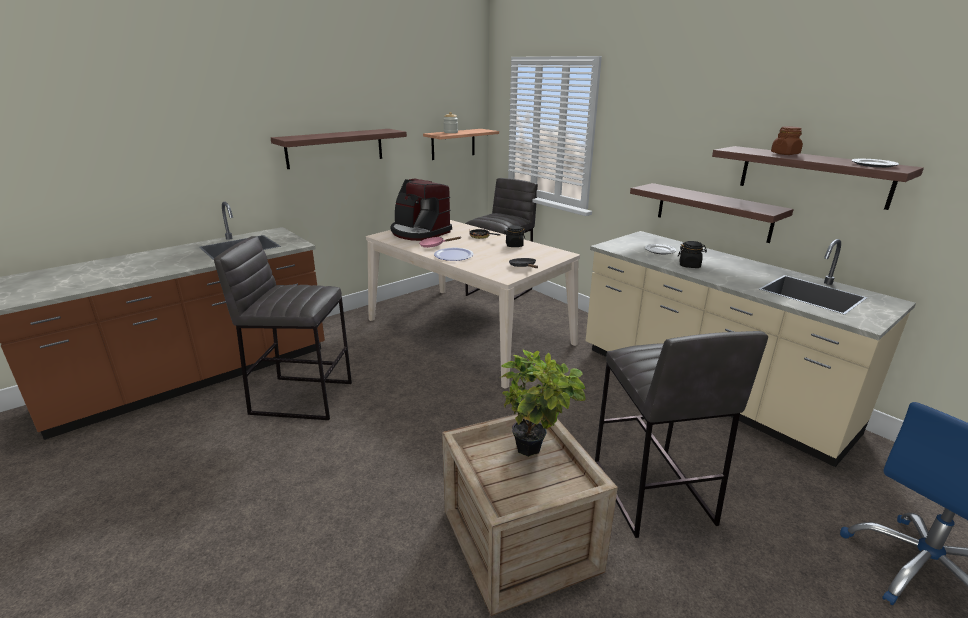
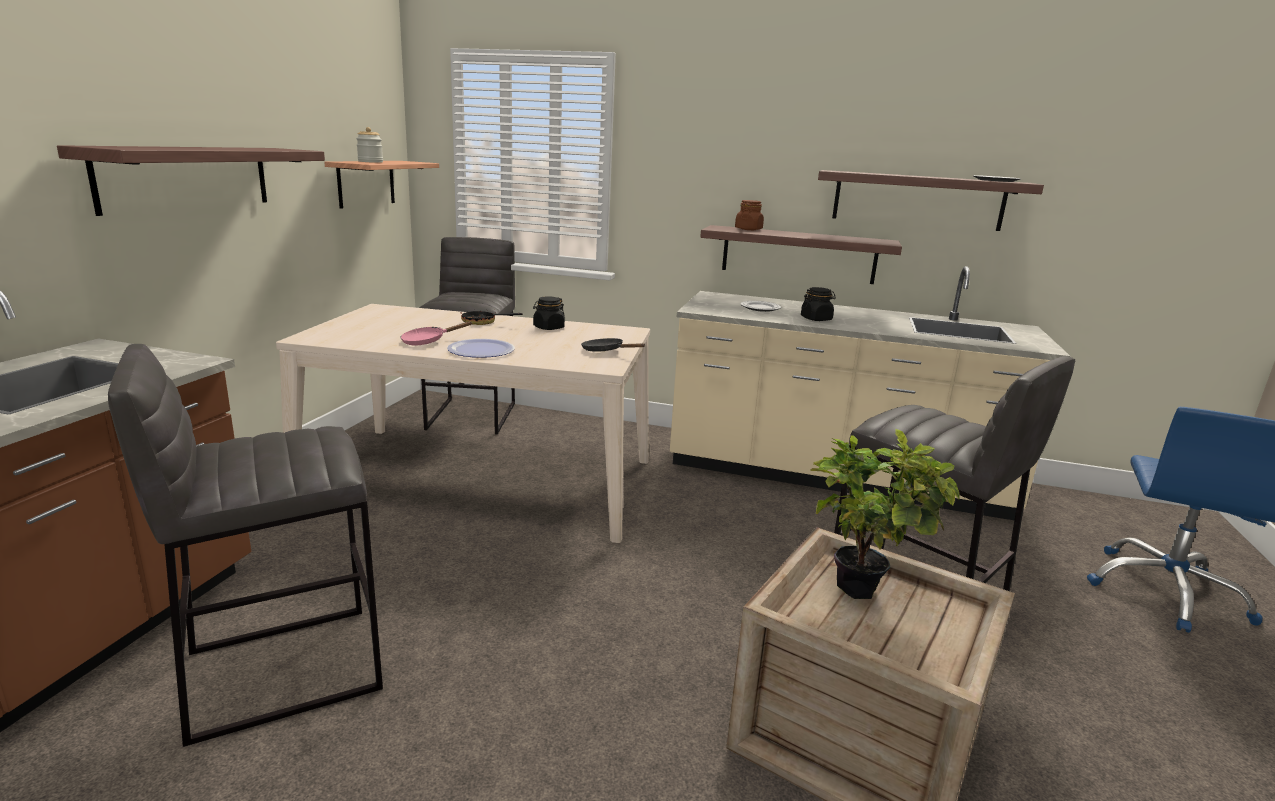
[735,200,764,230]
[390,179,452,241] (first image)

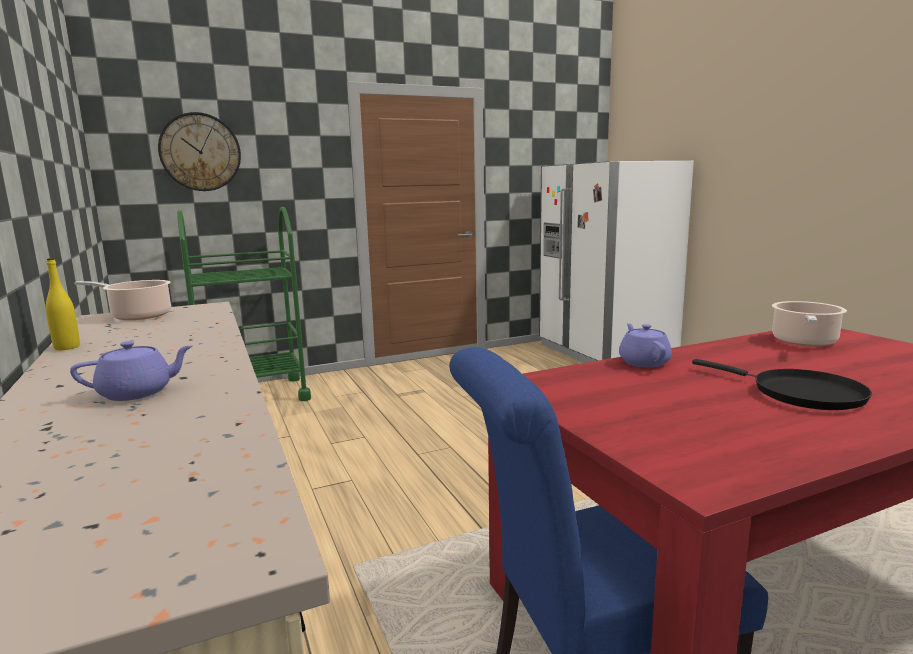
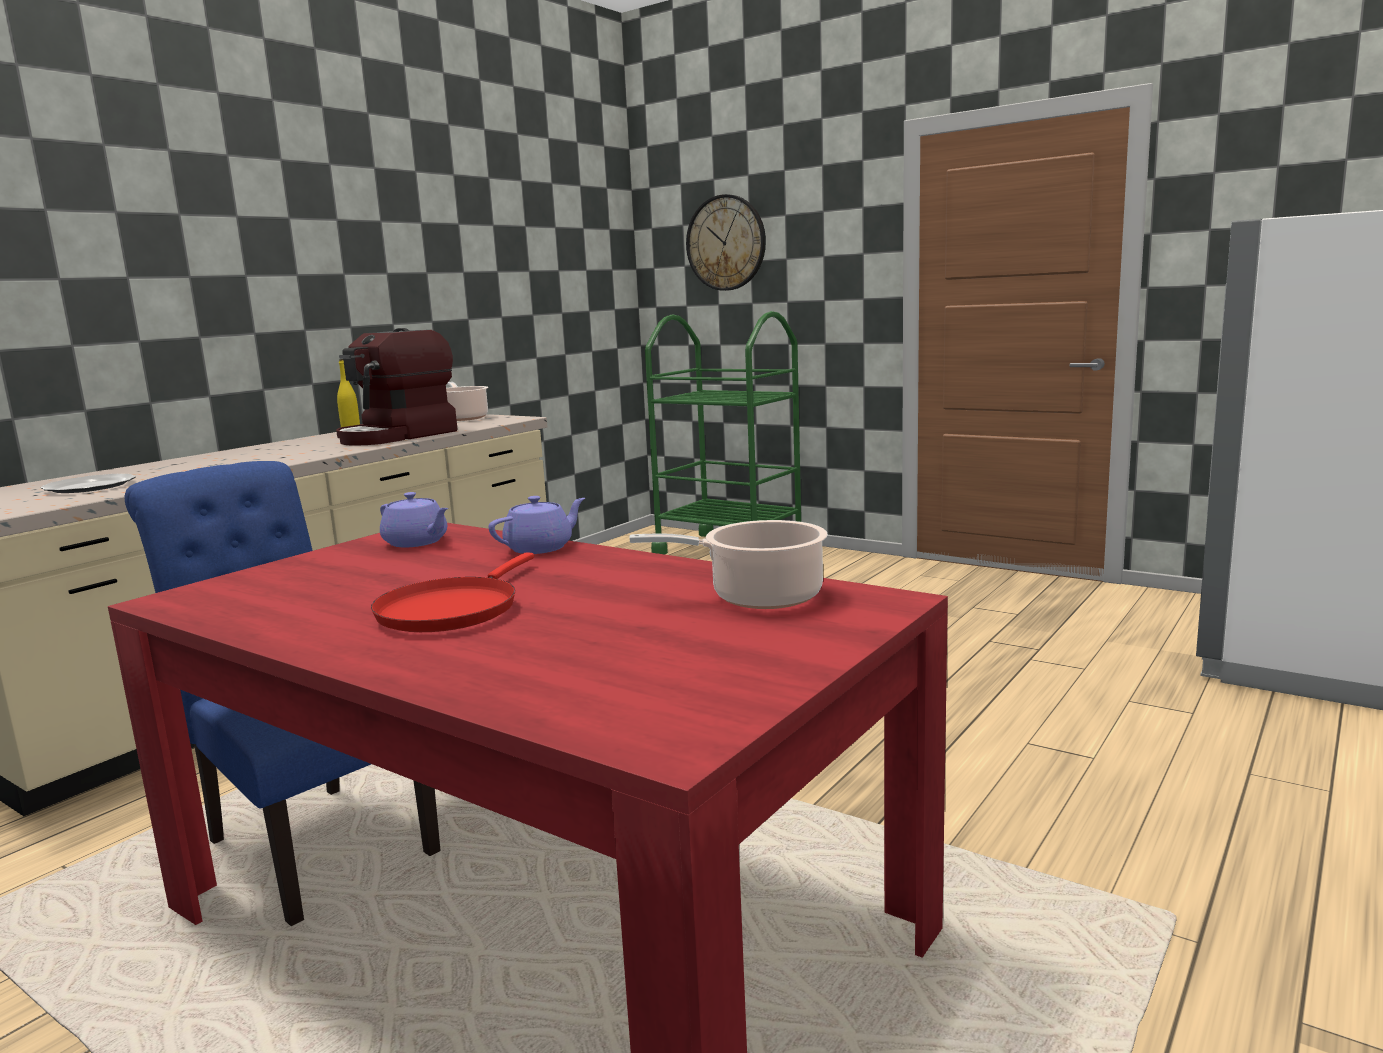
[40,474,136,493]
[336,328,458,446]
[371,552,534,632]
[380,492,448,547]

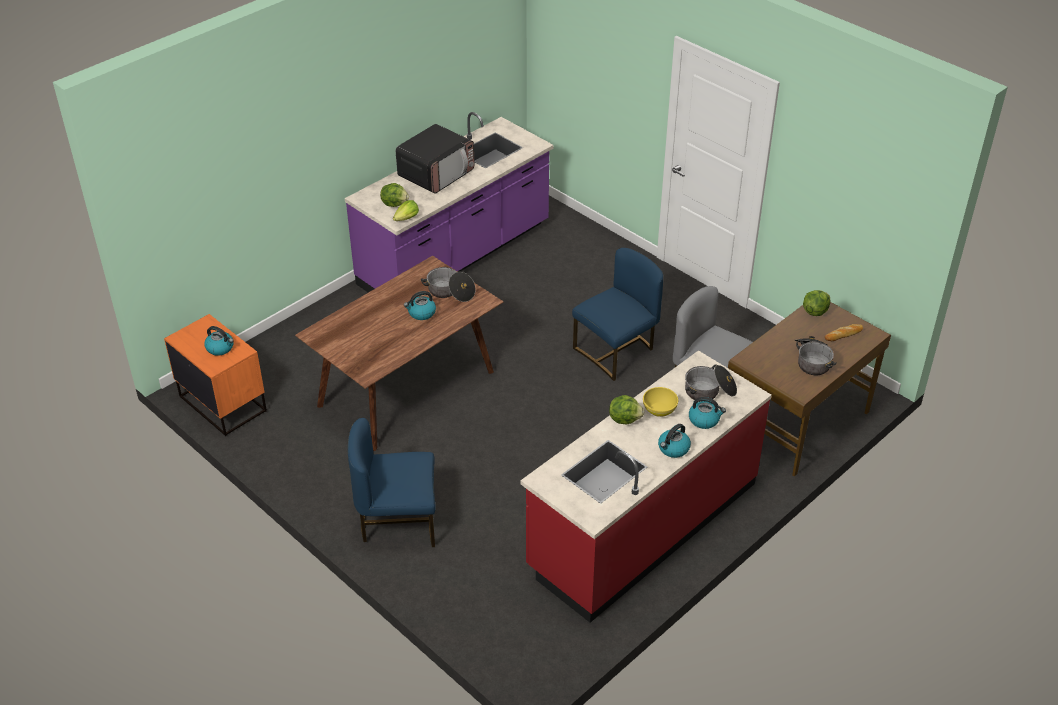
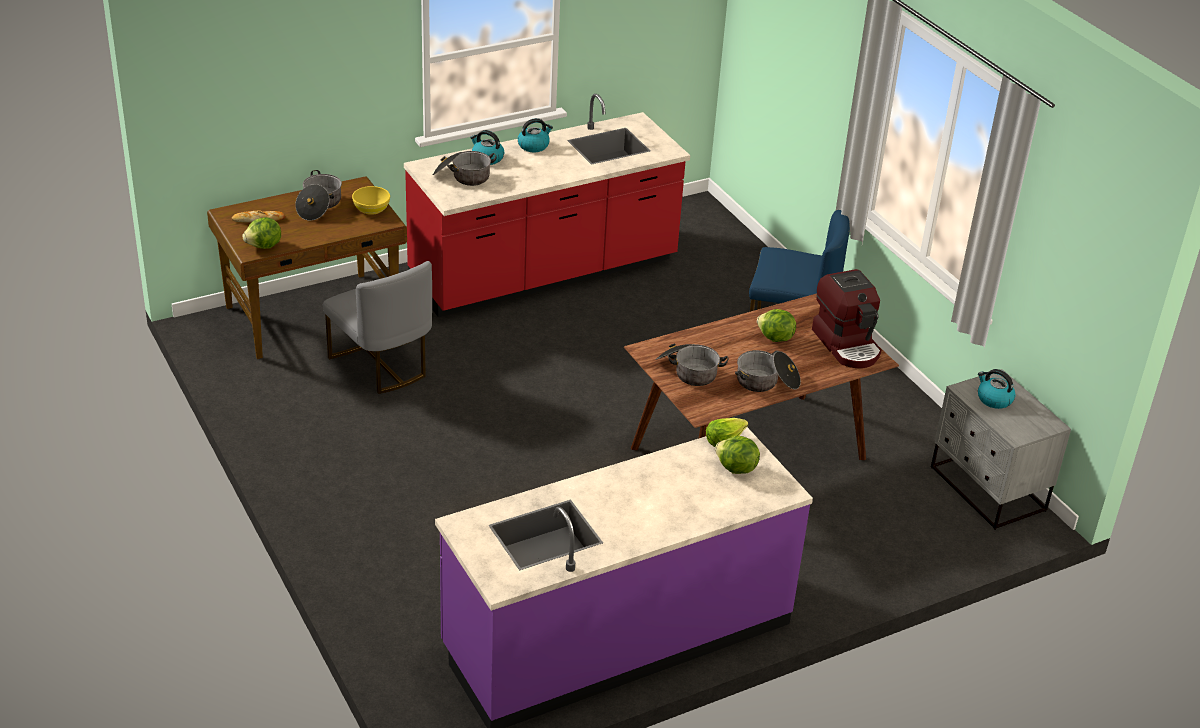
[352,186,390,215]
[735,350,801,392]
[757,309,796,342]
[812,269,881,368]
[931,369,1071,530]
[396,124,475,194] (first image)
[404,291,436,320] (first image)
[572,248,663,381] (first image)

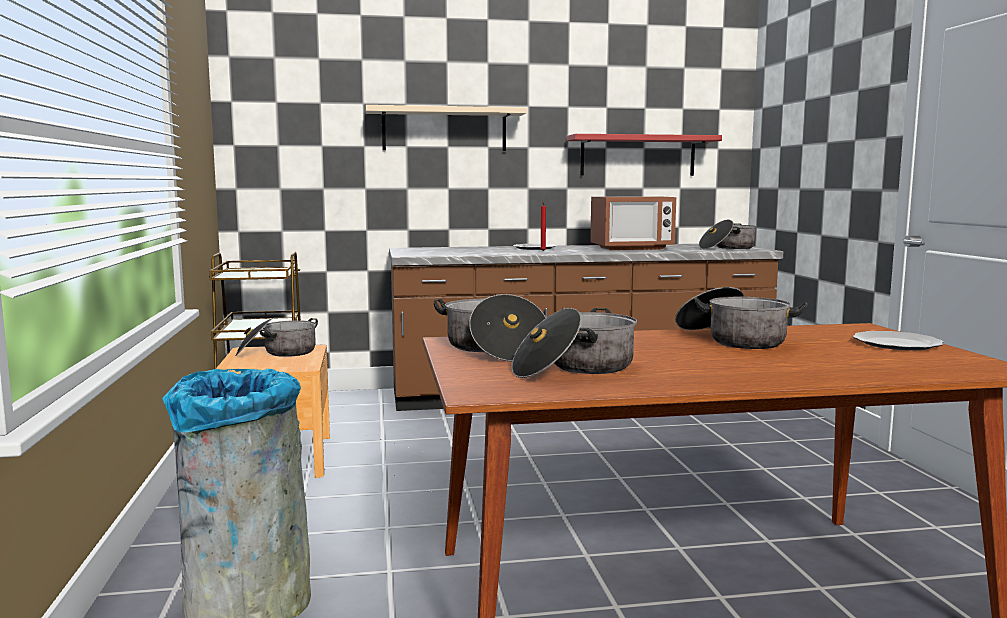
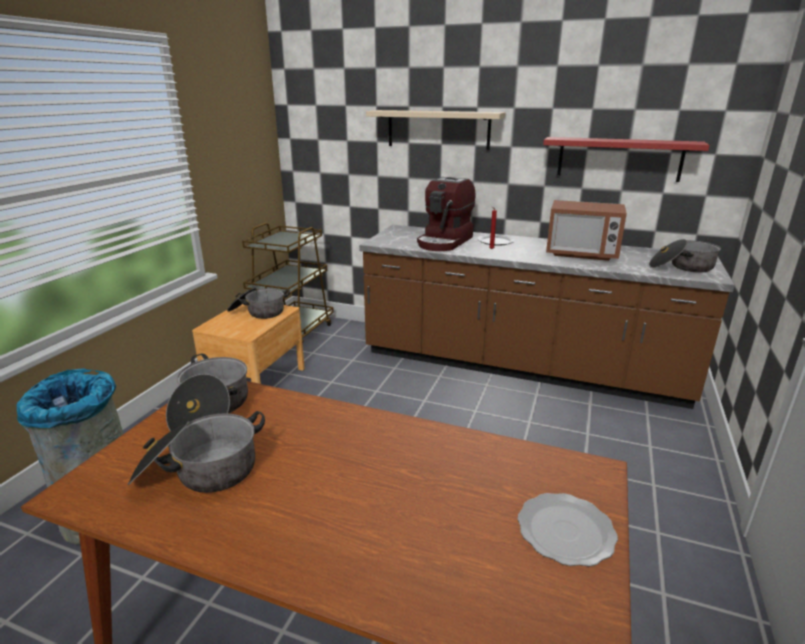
[417,177,476,251]
[675,287,807,349] (first image)

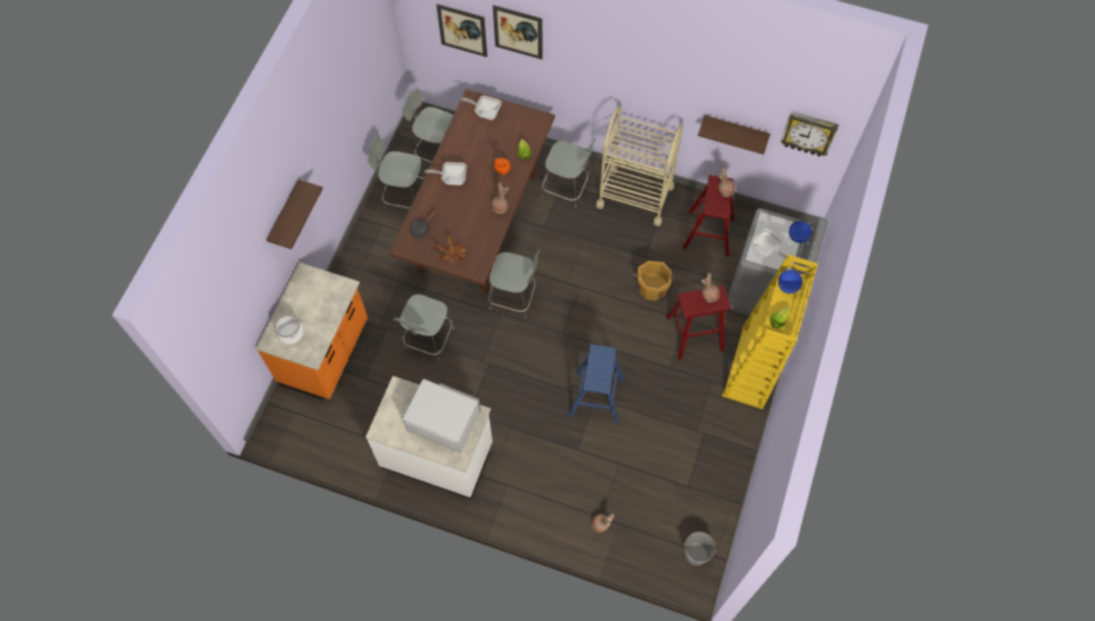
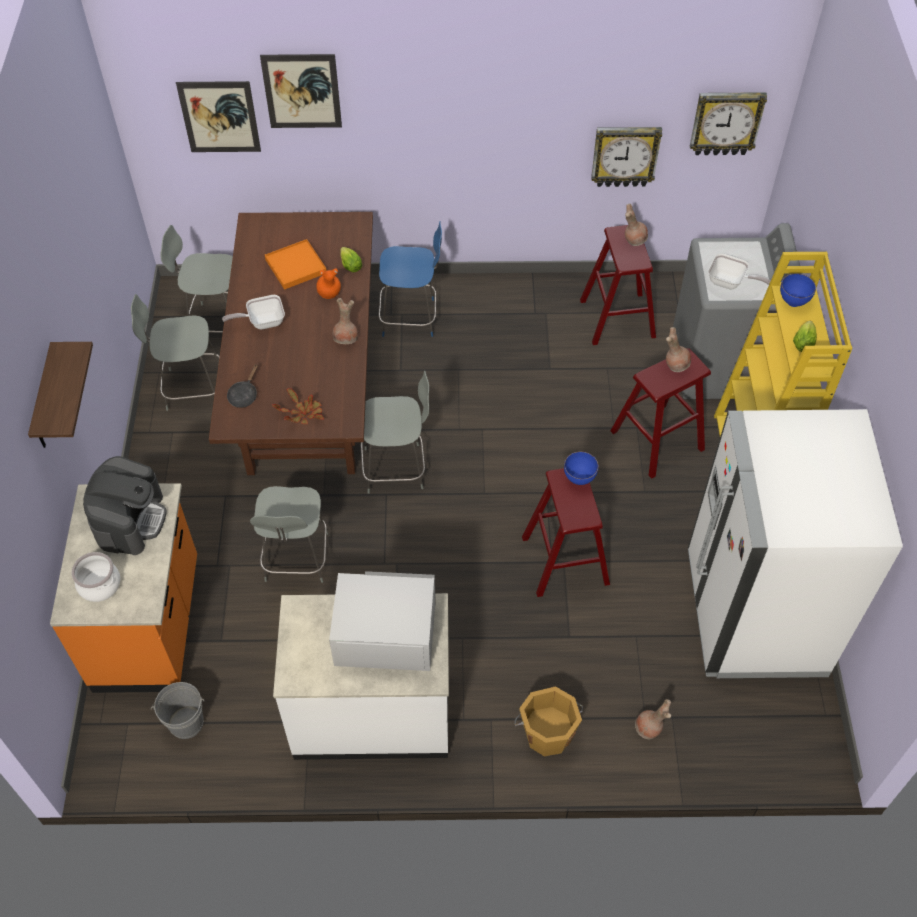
[83,456,166,555]
[151,682,204,739]
[265,239,327,290]
[379,221,442,337]
[515,686,583,757]
[522,468,610,597]
[564,451,599,485]
[591,127,662,187]
[688,409,903,678]
[461,96,502,120] (first image)
[596,106,683,226] (first image)

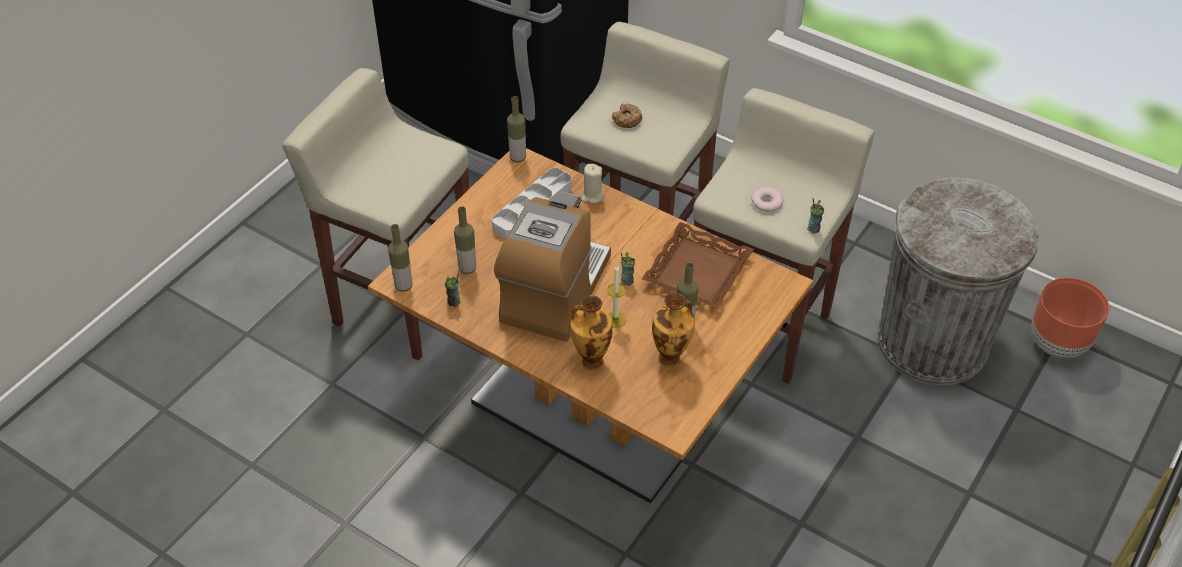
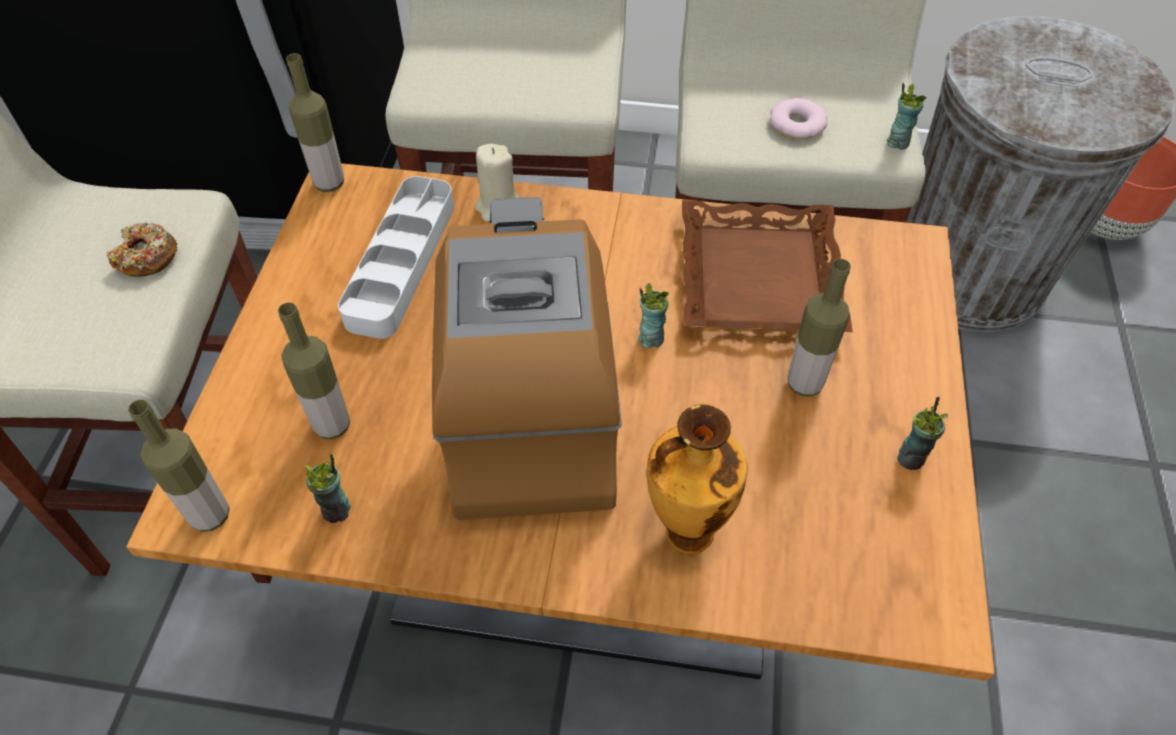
[107,223,177,277]
[897,396,948,470]
[607,265,627,328] (first image)
[652,293,695,367] (first image)

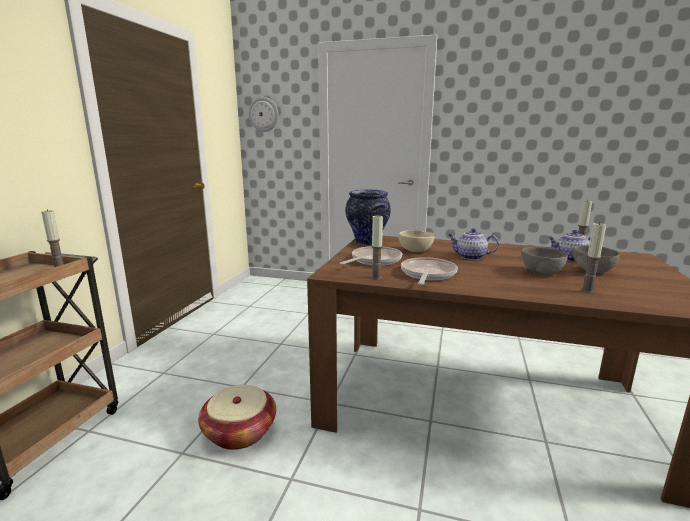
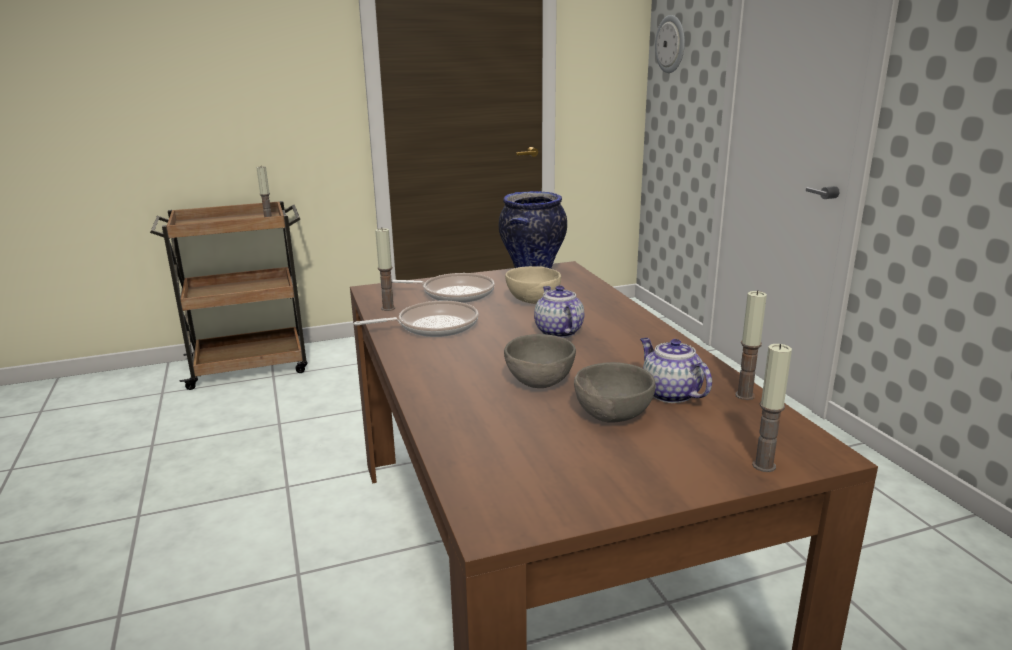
[752,344,792,472]
[198,385,276,450] (first image)

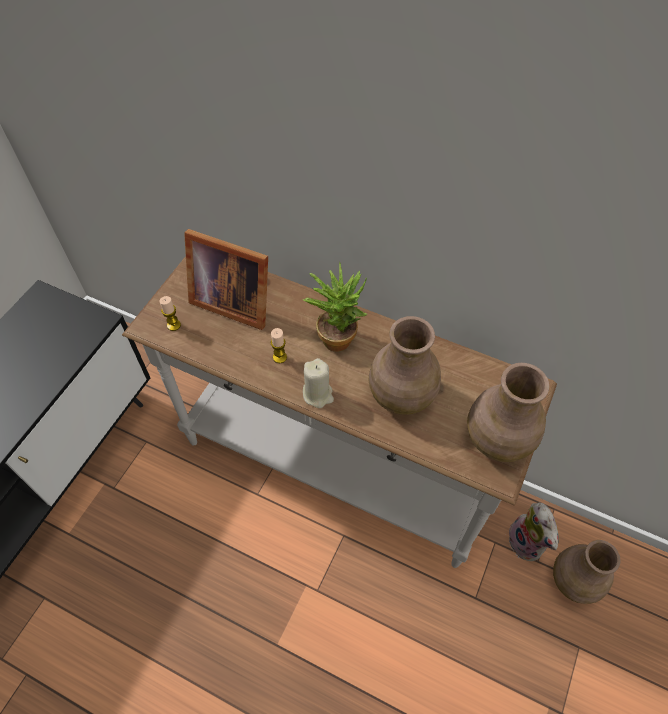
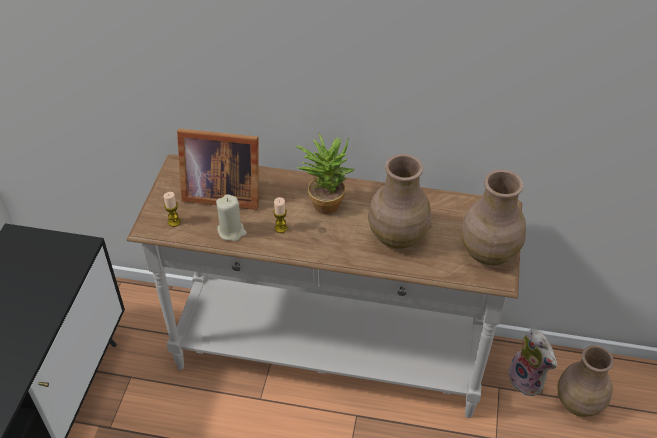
[216,194,247,241]

